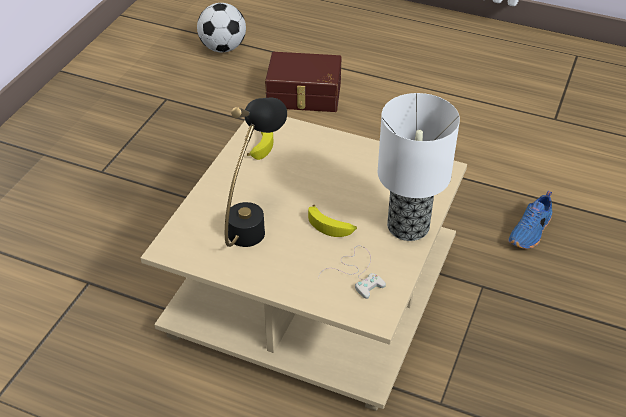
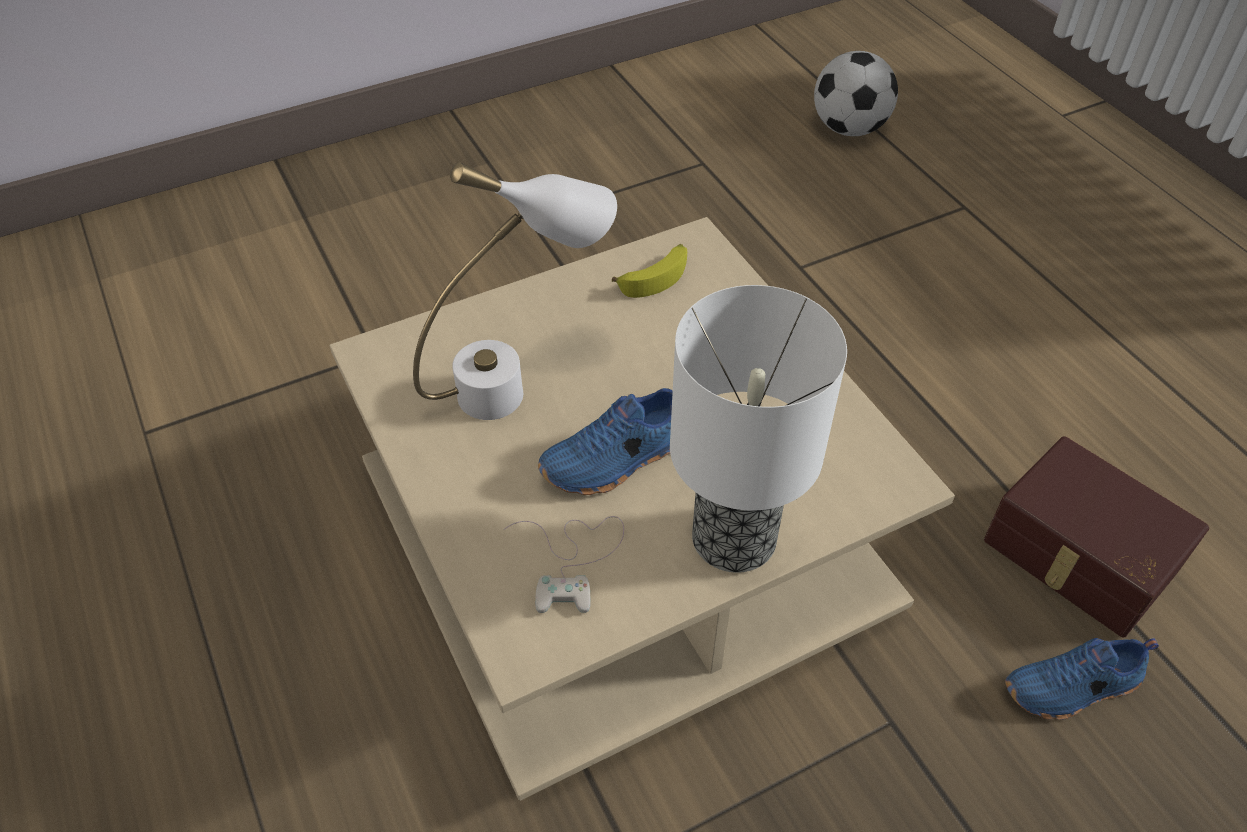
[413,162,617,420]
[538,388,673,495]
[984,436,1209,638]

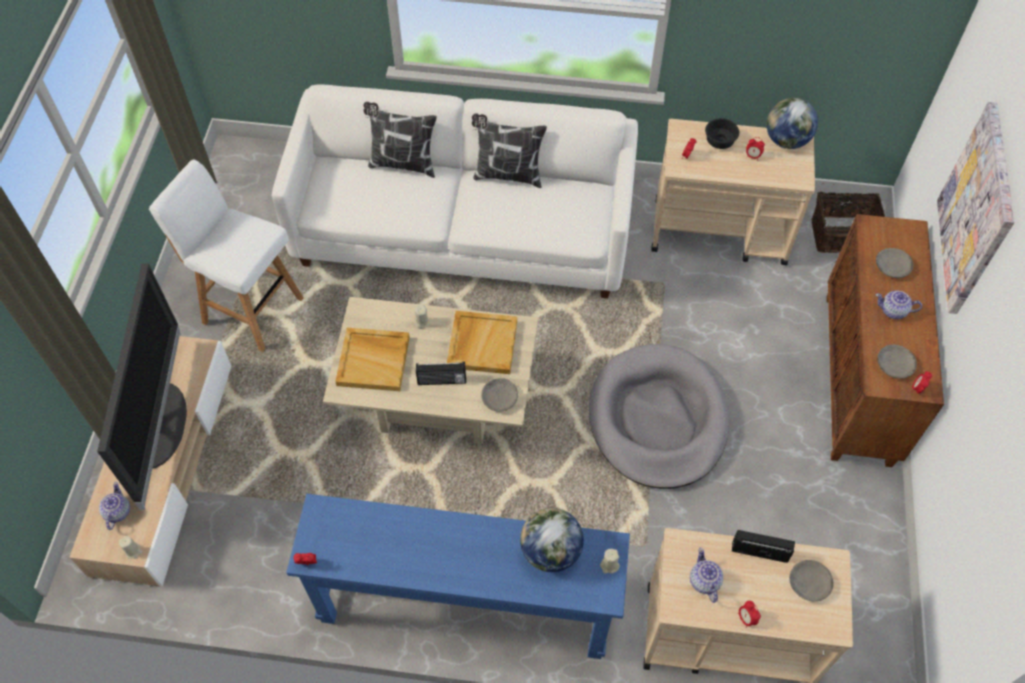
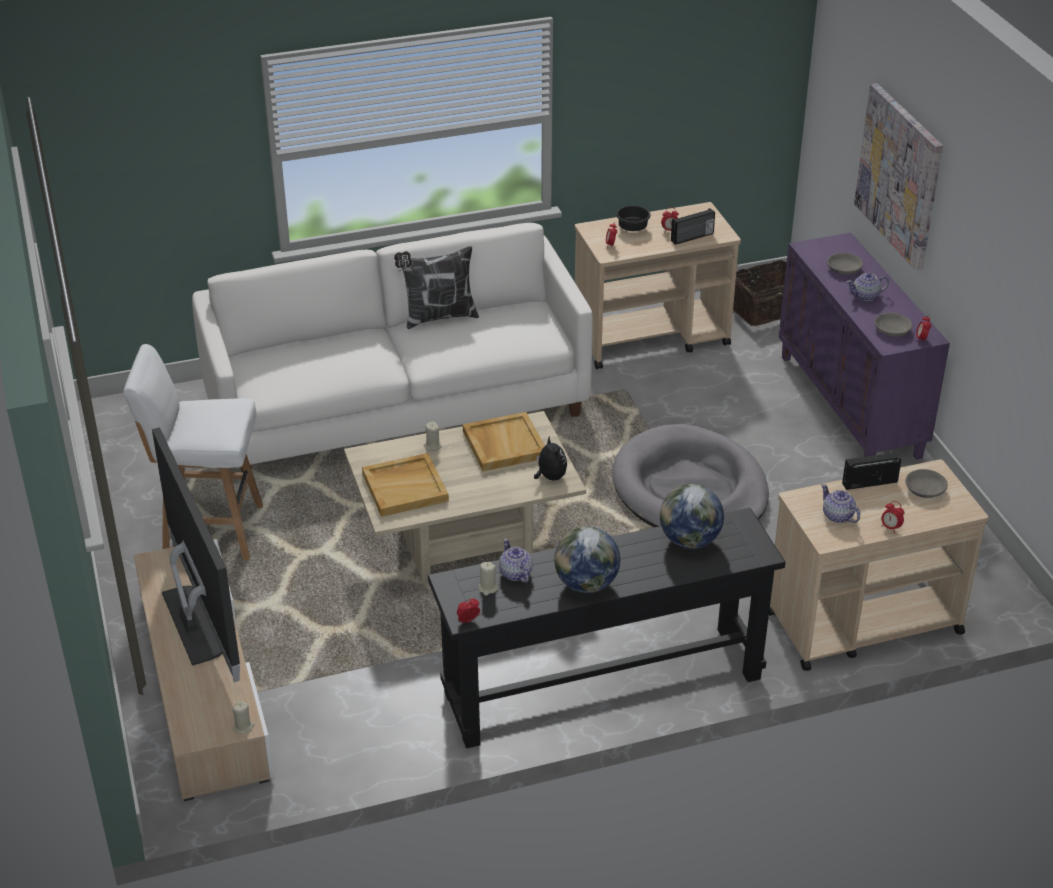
[428,507,786,749]
[478,562,498,595]
[499,538,533,583]
[534,436,567,480]
[554,526,620,593]
[671,208,715,245]
[779,233,950,460]
[363,102,437,178] (first image)

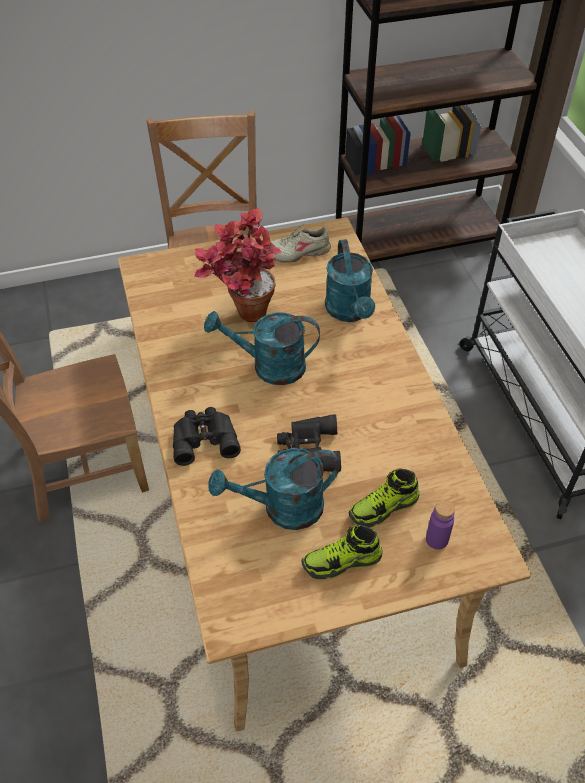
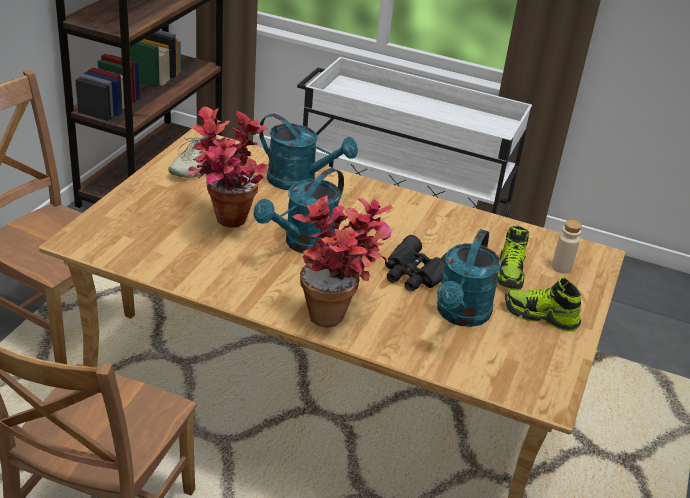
[292,195,393,328]
[505,278,581,332]
[552,220,582,273]

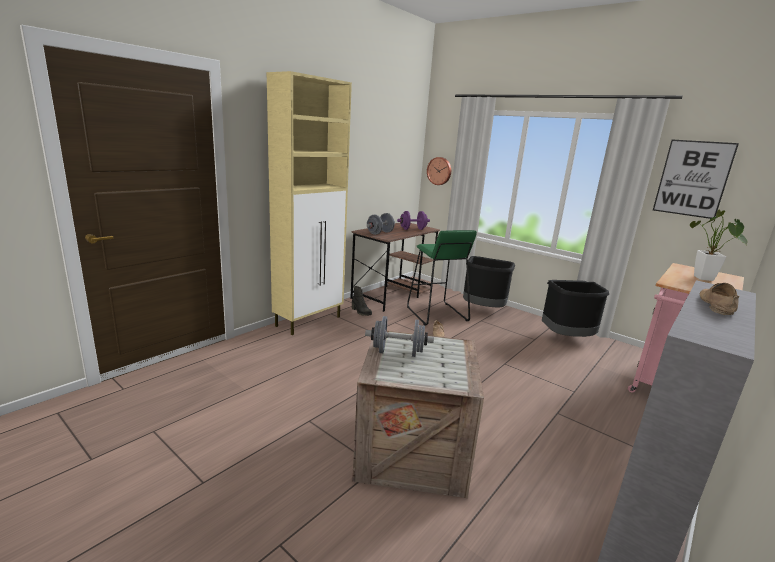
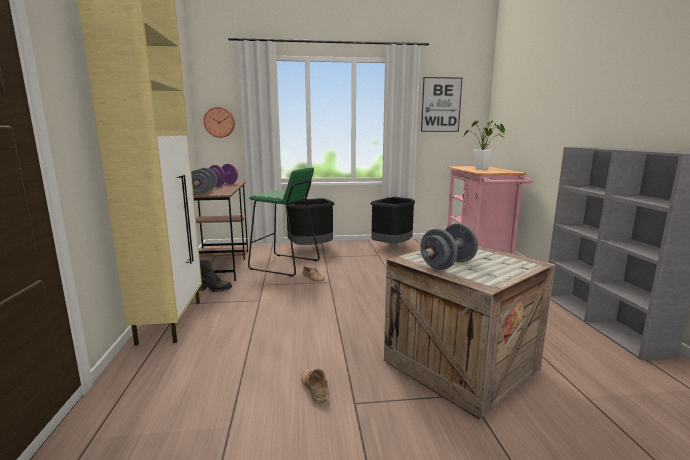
[301,368,329,404]

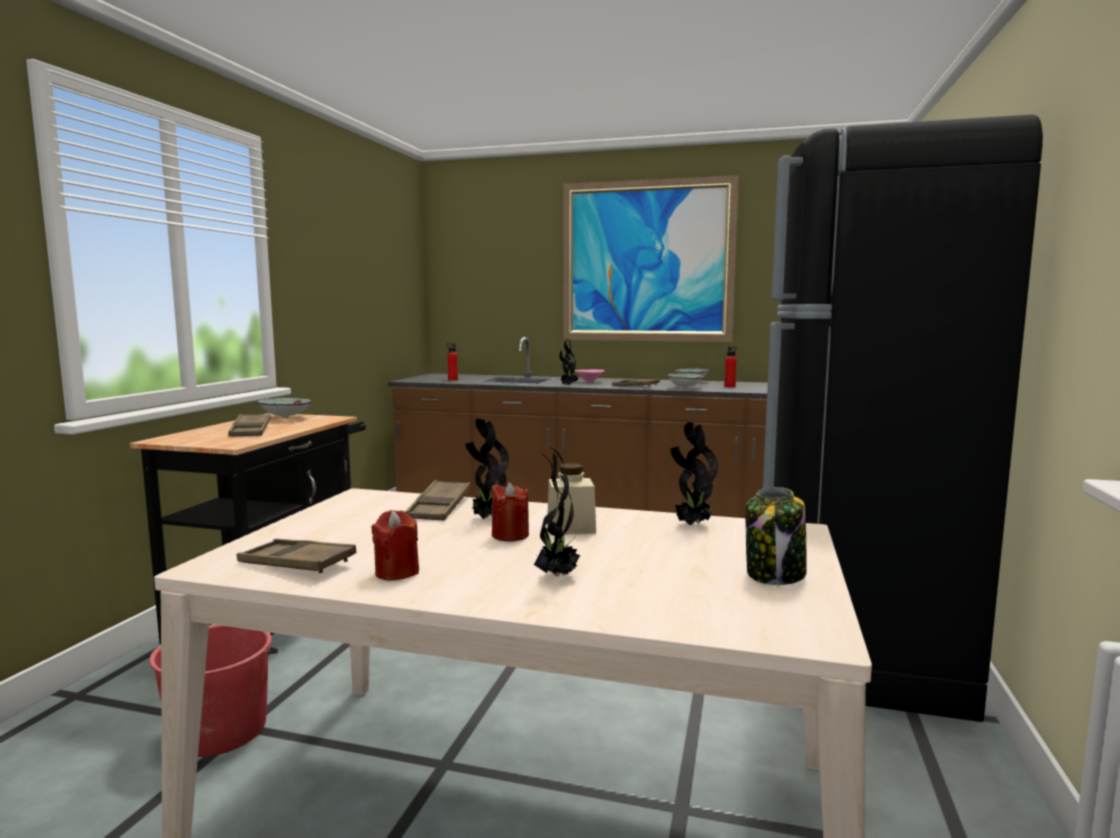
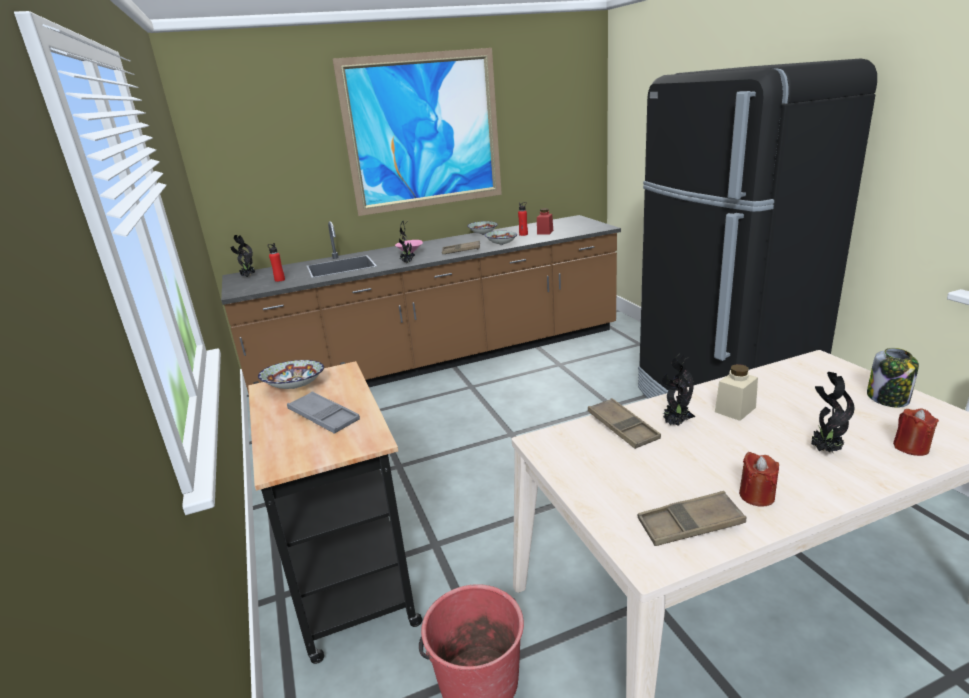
[230,235,255,277]
[287,391,360,434]
[537,208,553,235]
[893,408,939,456]

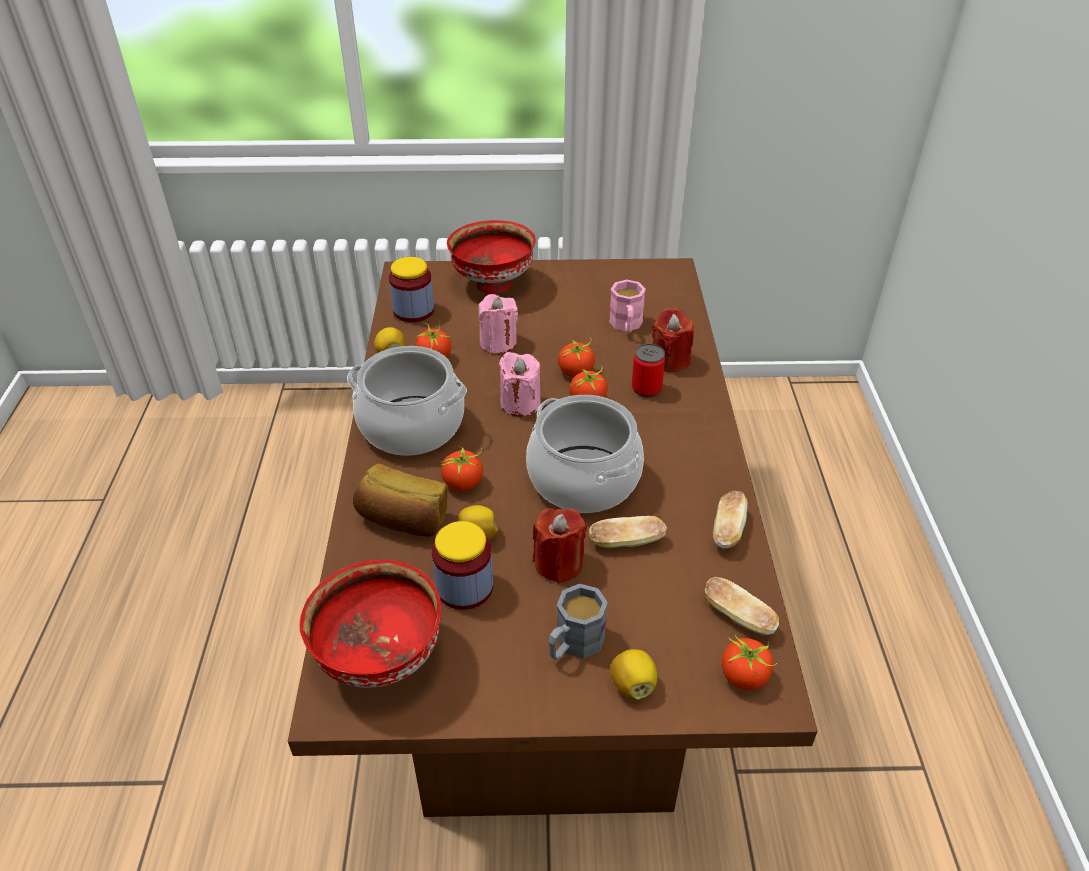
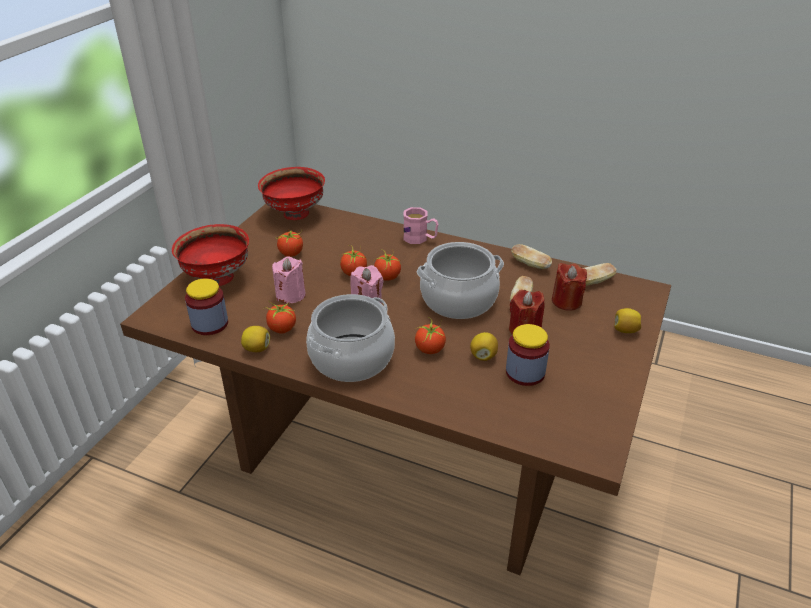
[258,167,325,220]
[276,230,303,257]
[403,207,438,244]
[552,263,587,311]
[353,464,447,537] (first image)
[549,584,608,660] (first image)
[632,344,665,397] (first image)

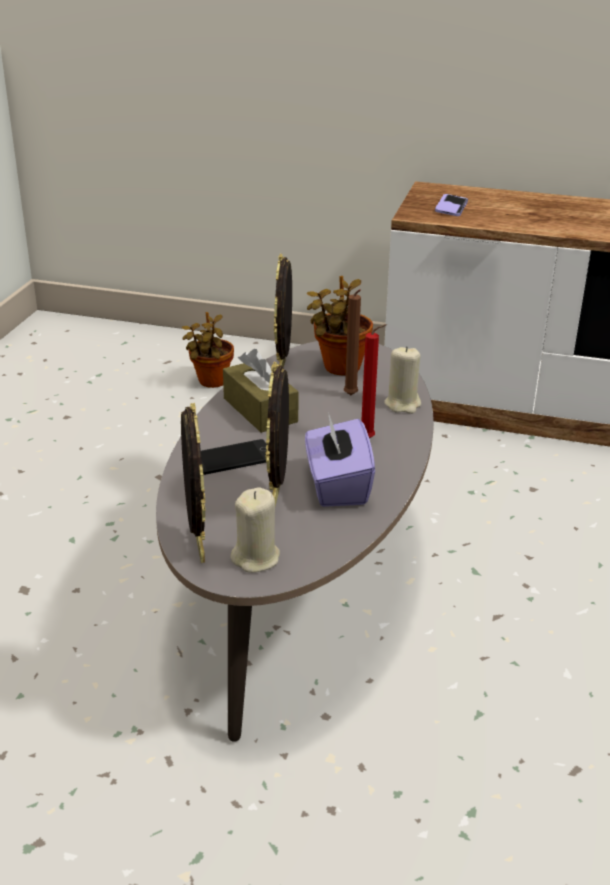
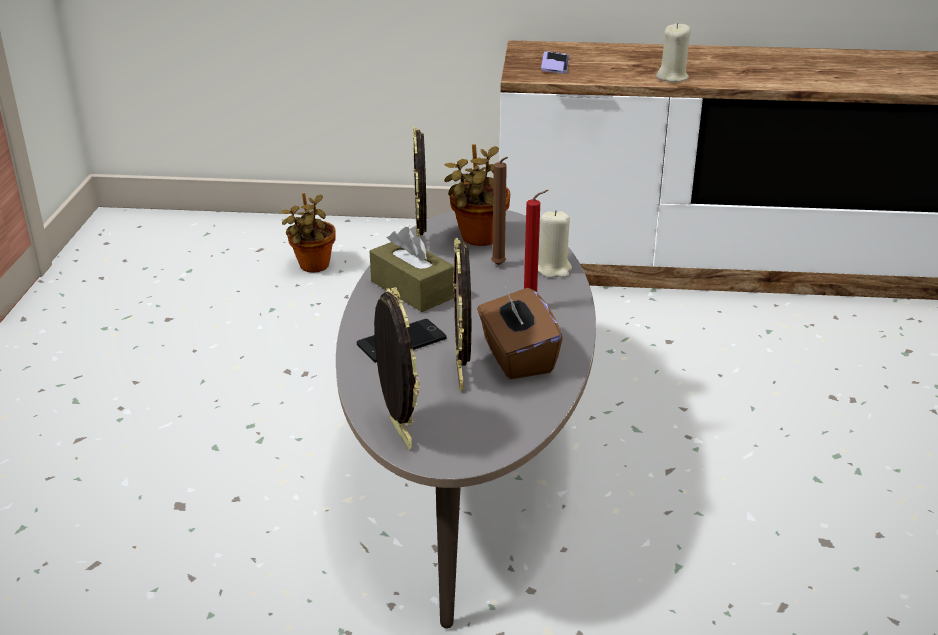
[477,287,563,379]
[656,23,691,82]

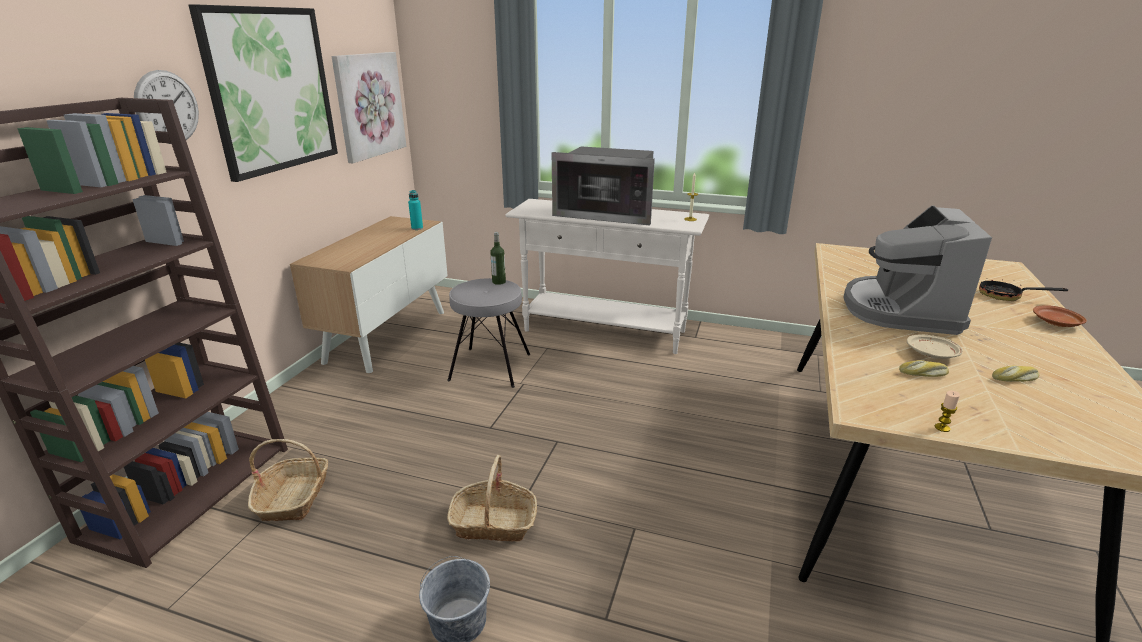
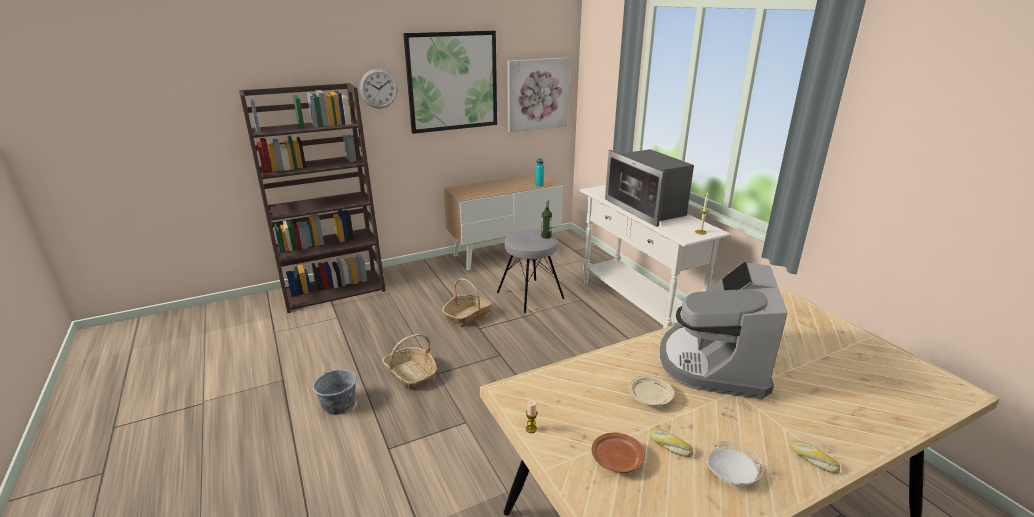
[442,278,492,327]
[592,433,645,473]
[660,261,787,399]
[705,441,764,485]
[790,440,840,474]
[979,274,1068,301] (first image)

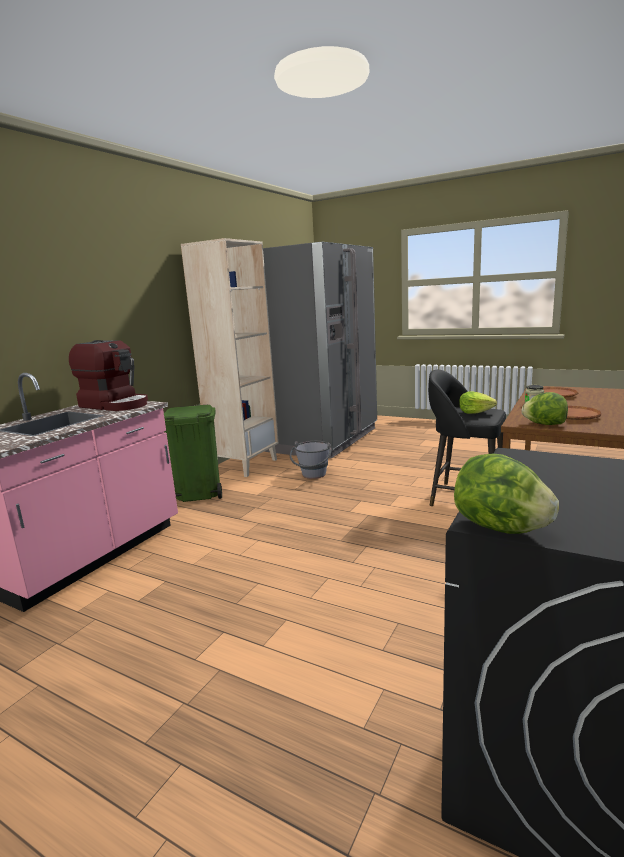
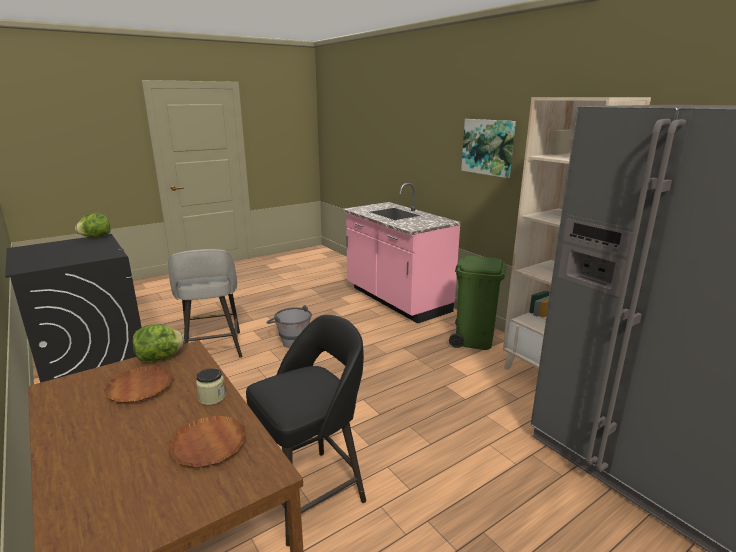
[168,249,242,358]
[266,305,312,348]
[461,119,516,178]
[69,340,148,411] (first image)
[459,391,497,414] (first image)

